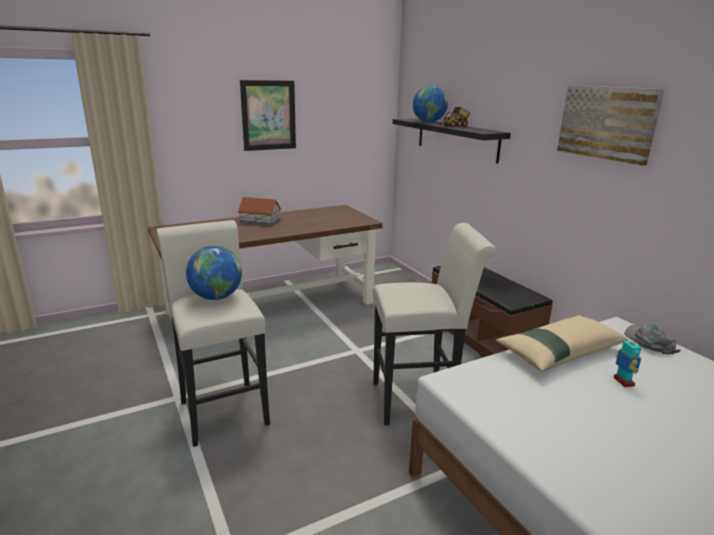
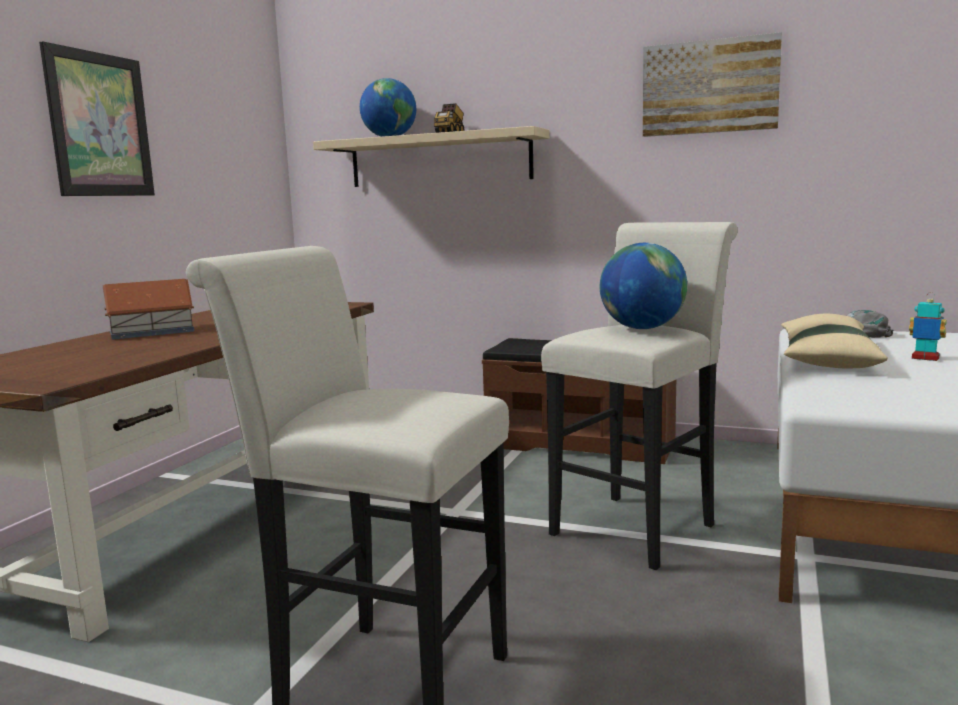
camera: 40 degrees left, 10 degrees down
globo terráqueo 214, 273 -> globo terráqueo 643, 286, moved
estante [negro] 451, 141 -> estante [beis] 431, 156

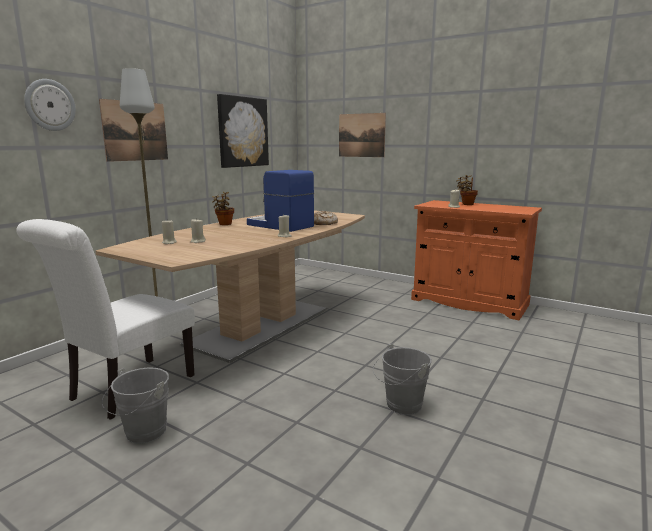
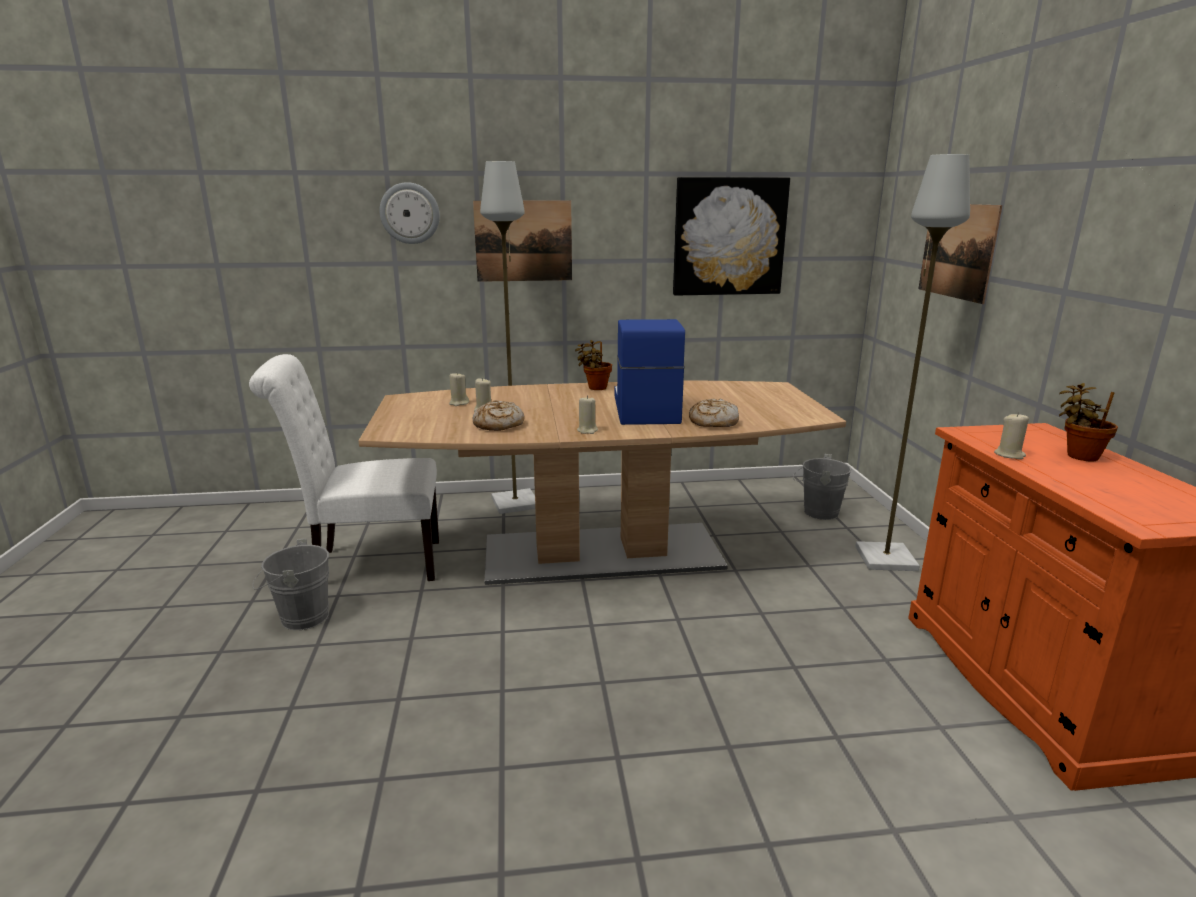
camera: 50 degrees right, 5 degrees up
cubo [gris] 402, 379 -> cubo [gris] 822, 487, moved
none -> pan 499, 415
none -> lámpara de pie [gris] 912, 362

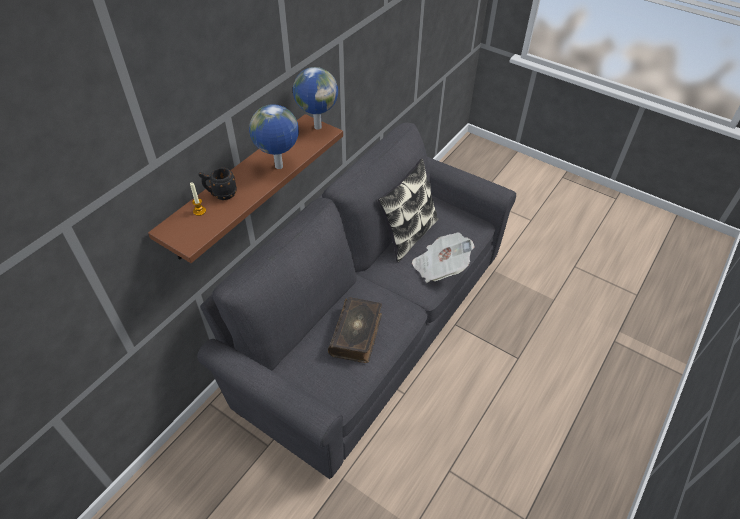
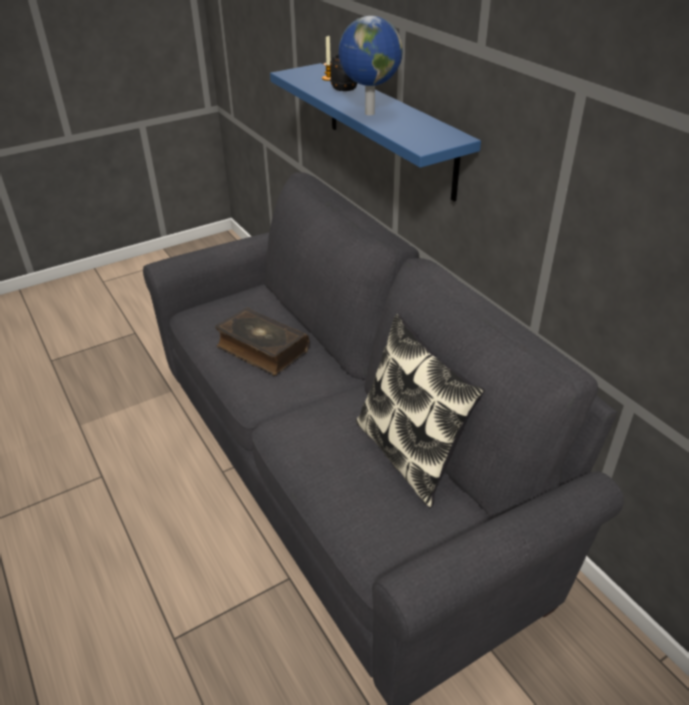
camera: 115 degrees right, 10 degrees down
estante [marrón] 245, 188 -> estante [azul] 375, 132
globo terráqueo 315, 98 -> none
periódico 443, 258 -> none

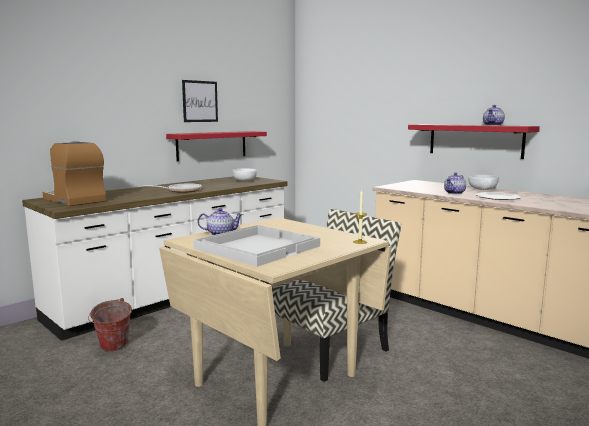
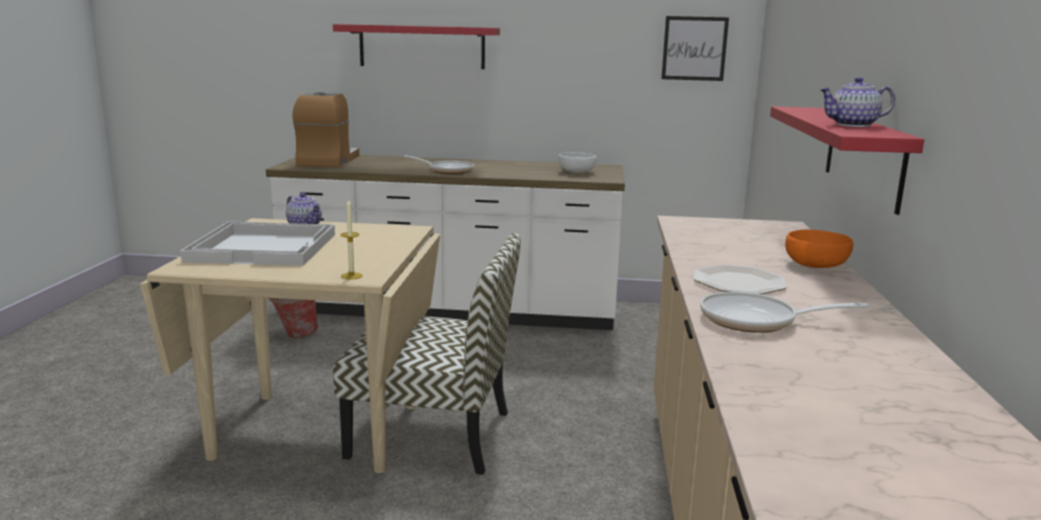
camera: 50 degrees right, 5 degrees up
estante [rojo] 216, 146 -> estante [rojo] 416, 46, moved
cuadro 200, 101 -> cuadro 695, 48, moved
tetera 455, 183 -> none
cuenco [blanco] 483, 182 -> cuenco [naranja] 819, 249
none -> sartén 784, 312

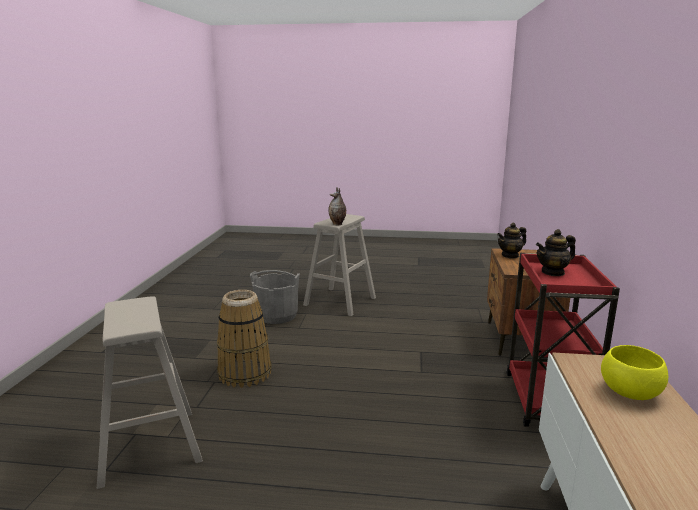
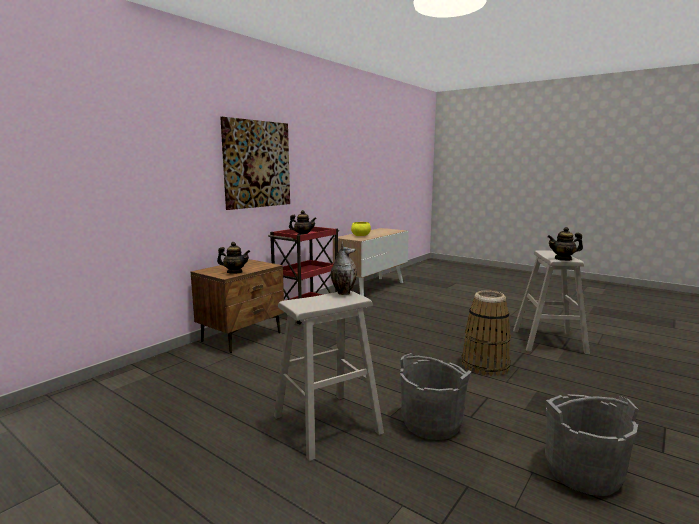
camera: 150 degrees left, 5 degrees down
none -> cuadro 255, 163
none -> cubo [gris] 592, 445
none -> tetera 565, 244

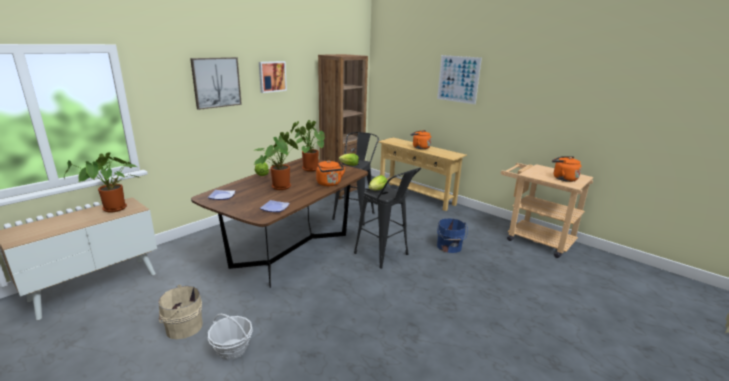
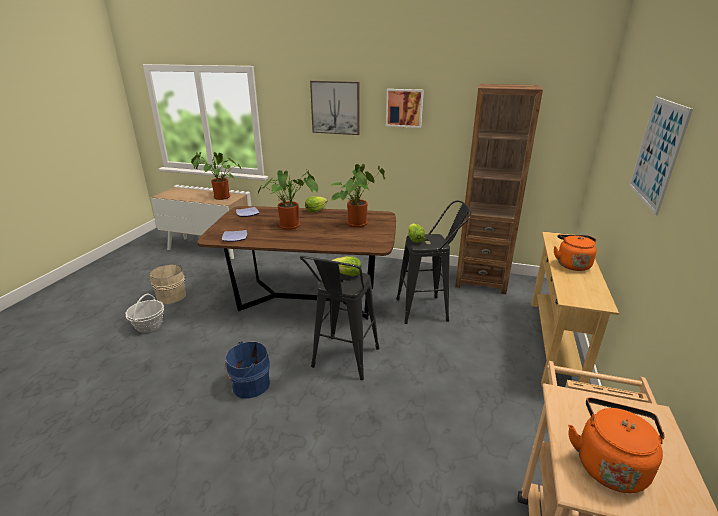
camera: 65 degrees right, 5 degrees up
hervidor [naranja] 331, 173 -> none
cubo [azul] 452, 235 -> cubo [azul] 247, 370, moved

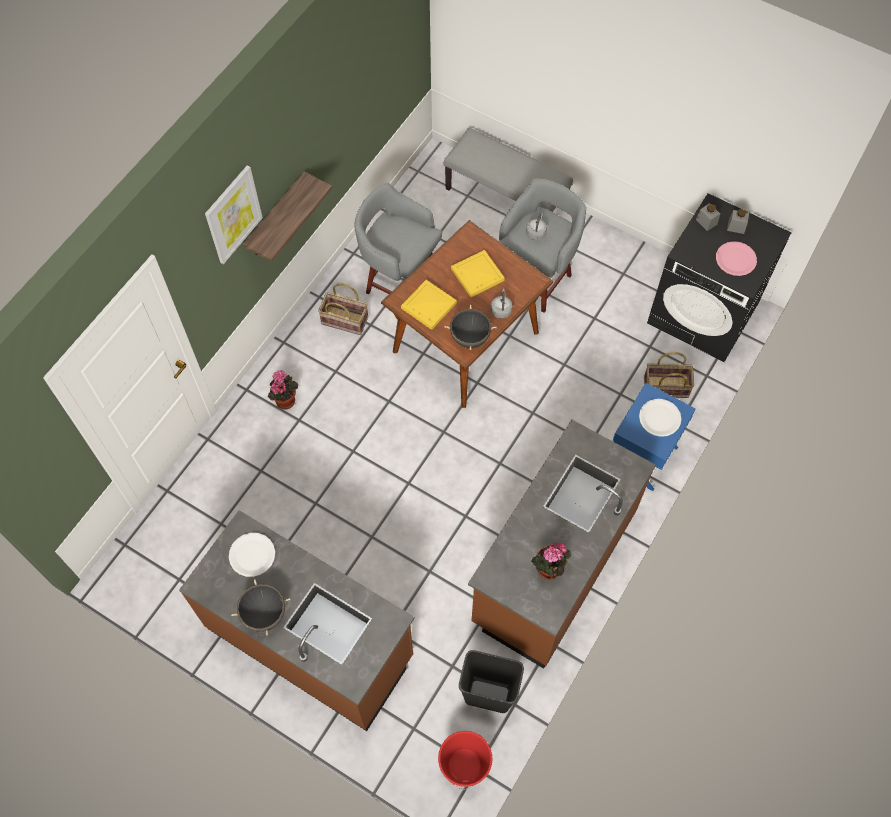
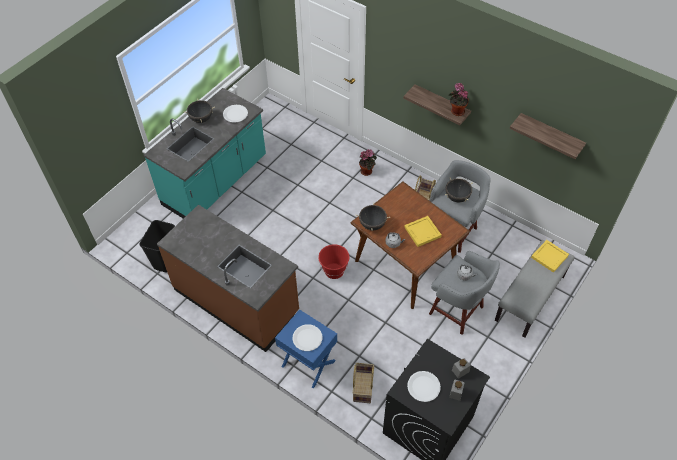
camera: 95 degrees right, 10 degrees down
mueble bajo de cocina [marrón] 297, 620 -> mueble bajo de cocina [turquesa] 205, 153
cuadro 234, 214 -> none
bandeja [amarillo] 429, 305 -> bandeja [amarillo] 550, 256, moved
cubo [rojo] 465, 760 -> cubo [rojo] 334, 261, moved
planta en maceta 551, 561 -> planta en maceta 459, 99, moved
plato [rosa] 736, 258 -> plato [blanco] 424, 386
none -> olla [negro] 459, 190
none -> estante 548, 136

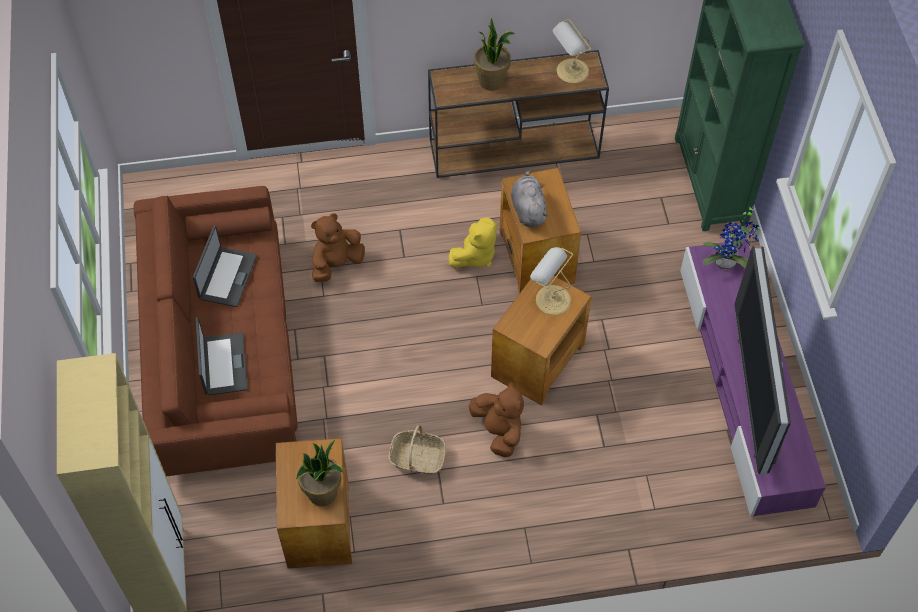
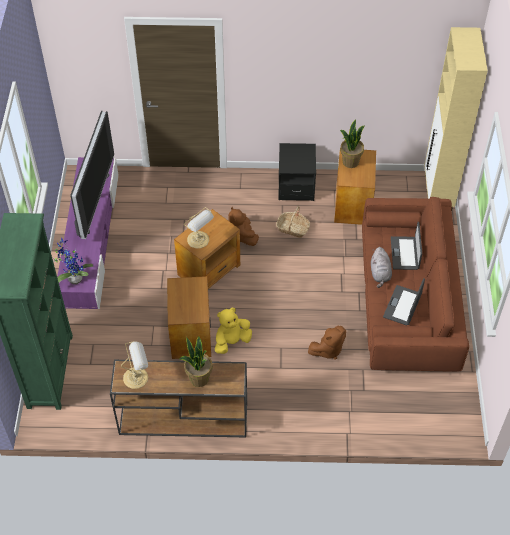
camera: 170 degrees left, 5 degrees down
peluche [gris] 529, 198 -> peluche [gris] 381, 267, moved
none -> mesita de noche [negro] 297, 172

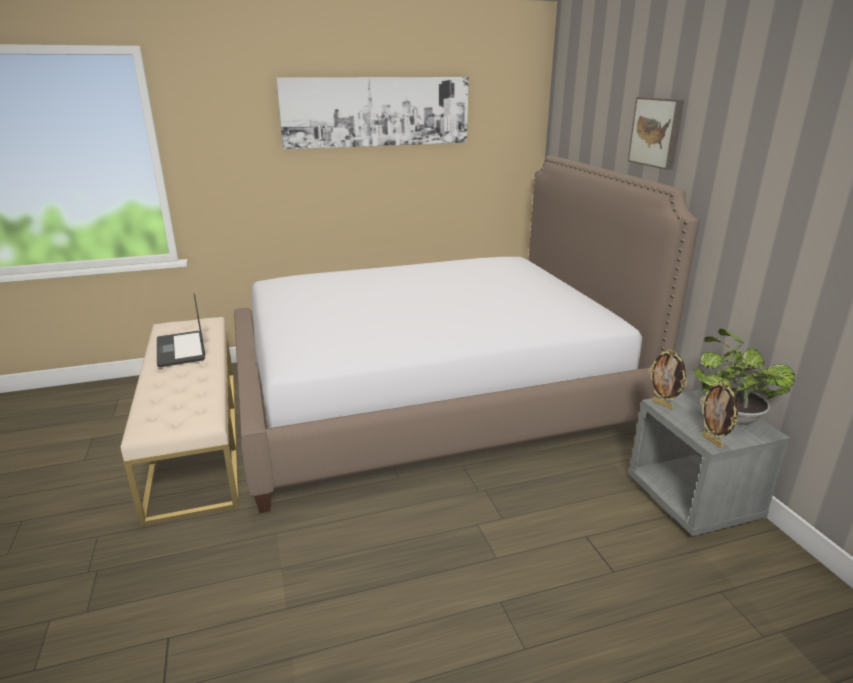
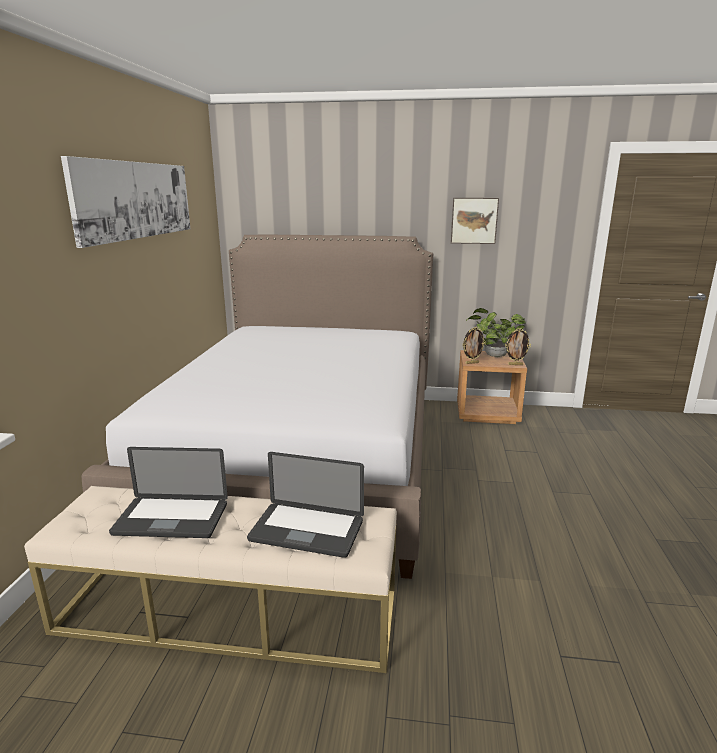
camera: 65 degrees left, 5 degrees down
cuadro 656, 133 -> cuadro 475, 221, moved
mesita de noche [gris] 709, 463 -> mesita de noche [marrón] 492, 387
none -> portátil 305, 505

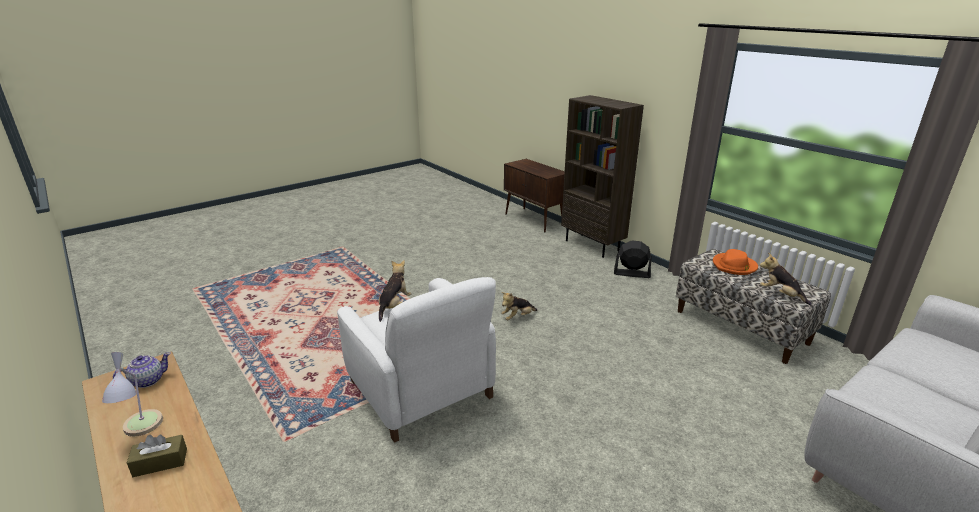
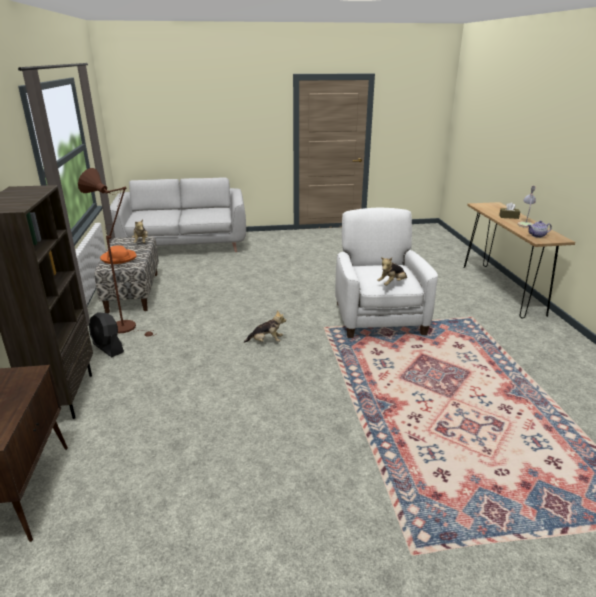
camera: 150 degrees left, 0 degrees up
none -> lámpara de pie [marrón] 117, 252

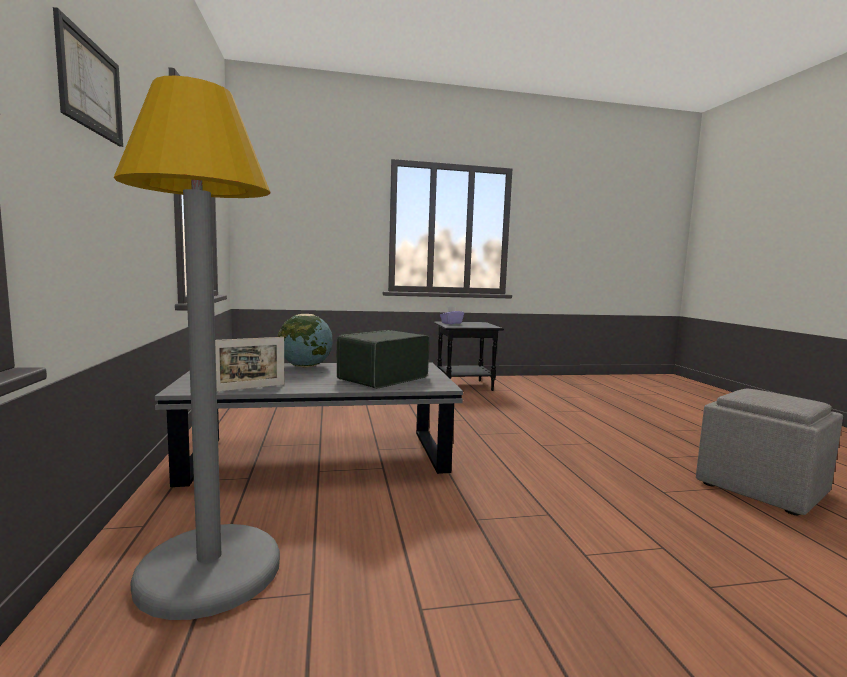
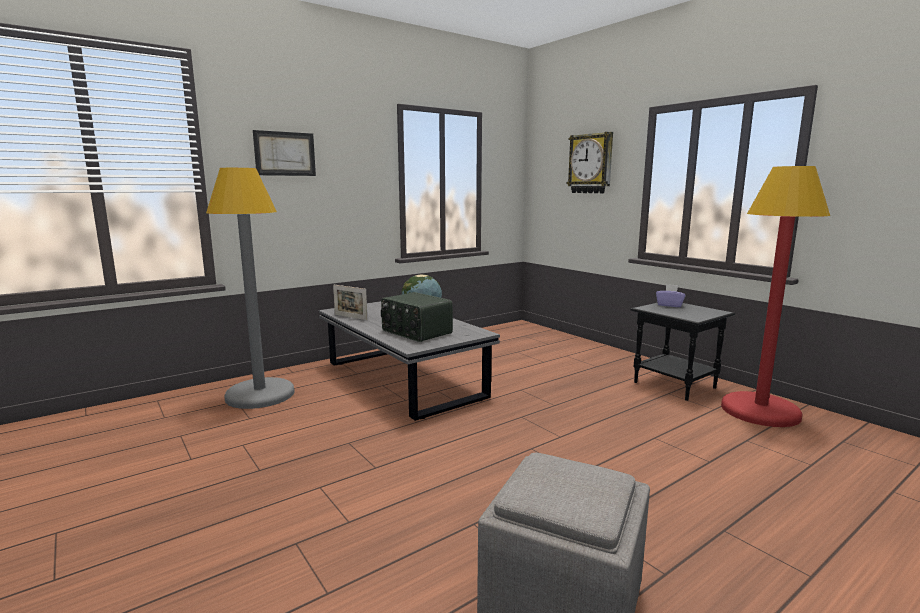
camera: 65 degrees right, 5 degrees up
radio 382, 359 -> radio 417, 317, 150 degrees counterclockwise
none -> reloj de pared 590, 162
none -> lámpara de pie [rojo] 775, 296

